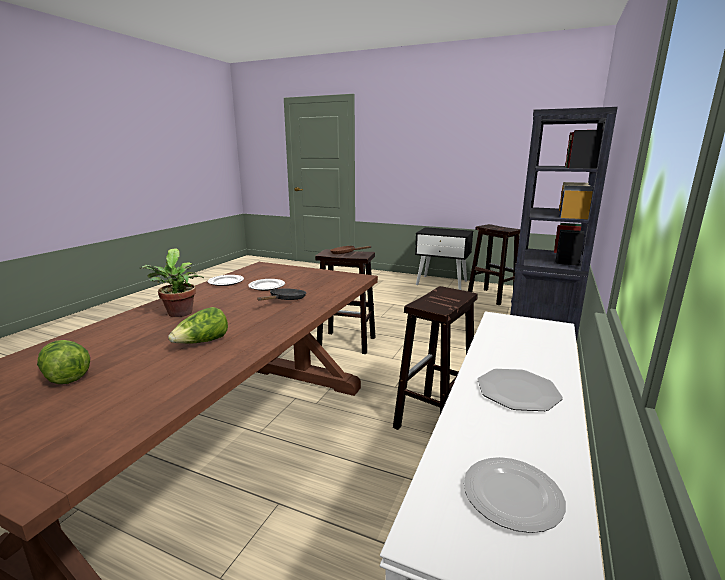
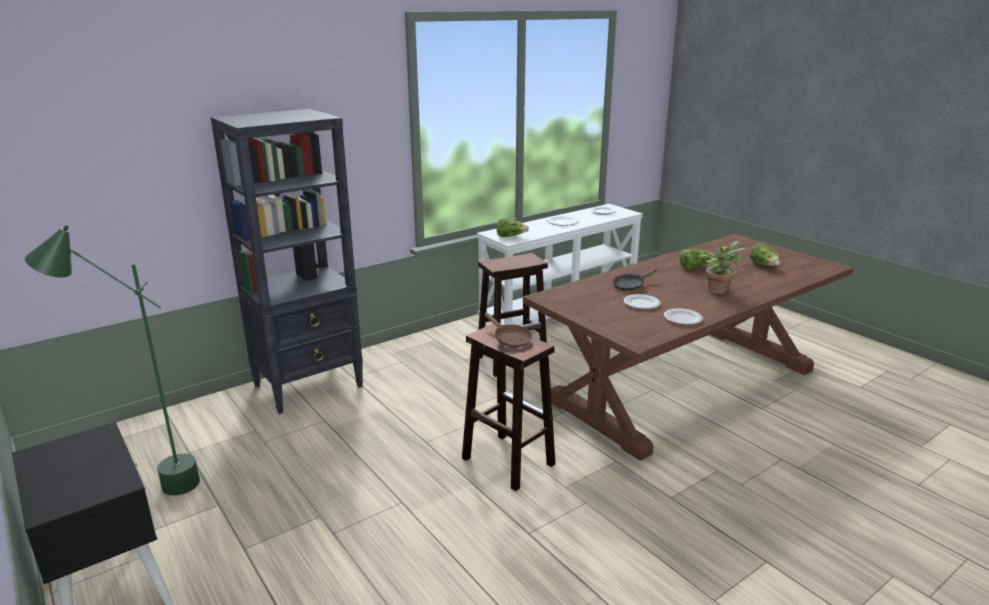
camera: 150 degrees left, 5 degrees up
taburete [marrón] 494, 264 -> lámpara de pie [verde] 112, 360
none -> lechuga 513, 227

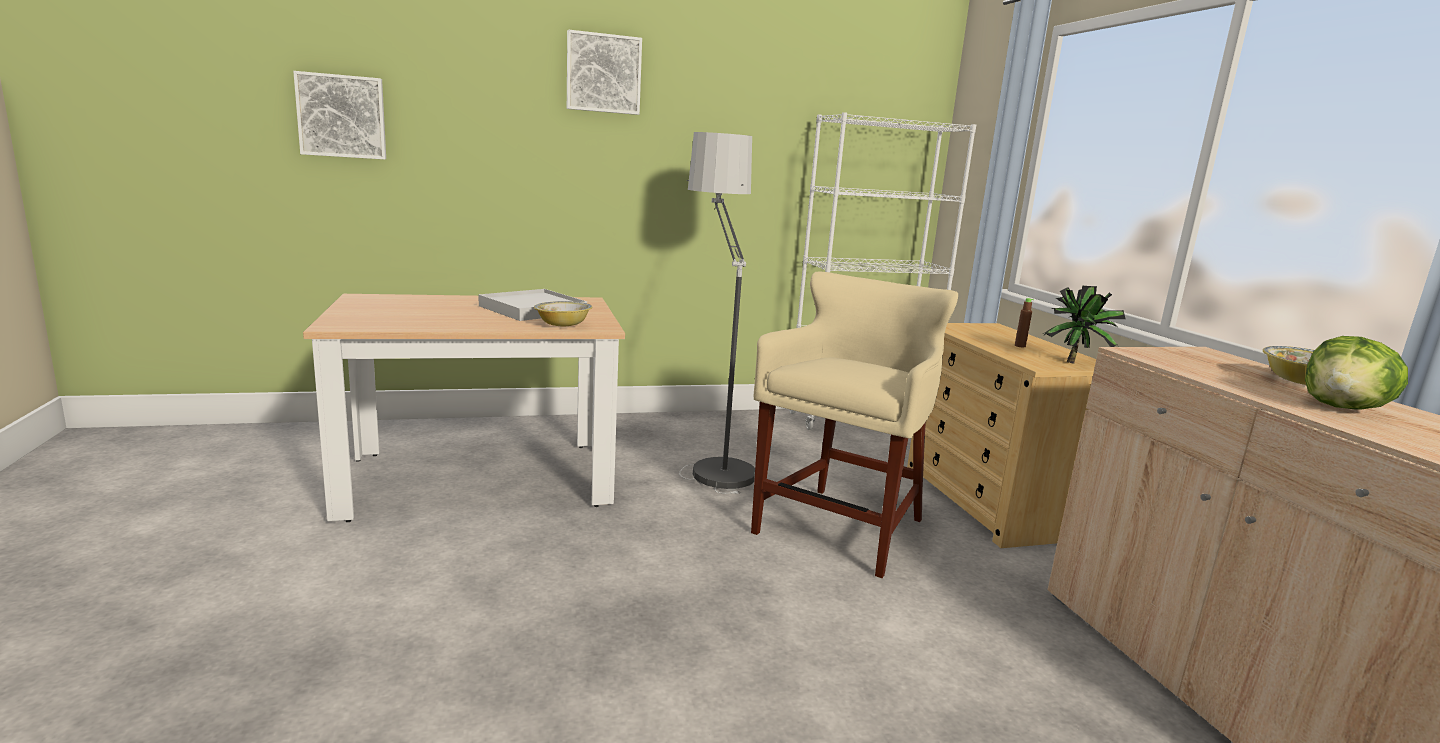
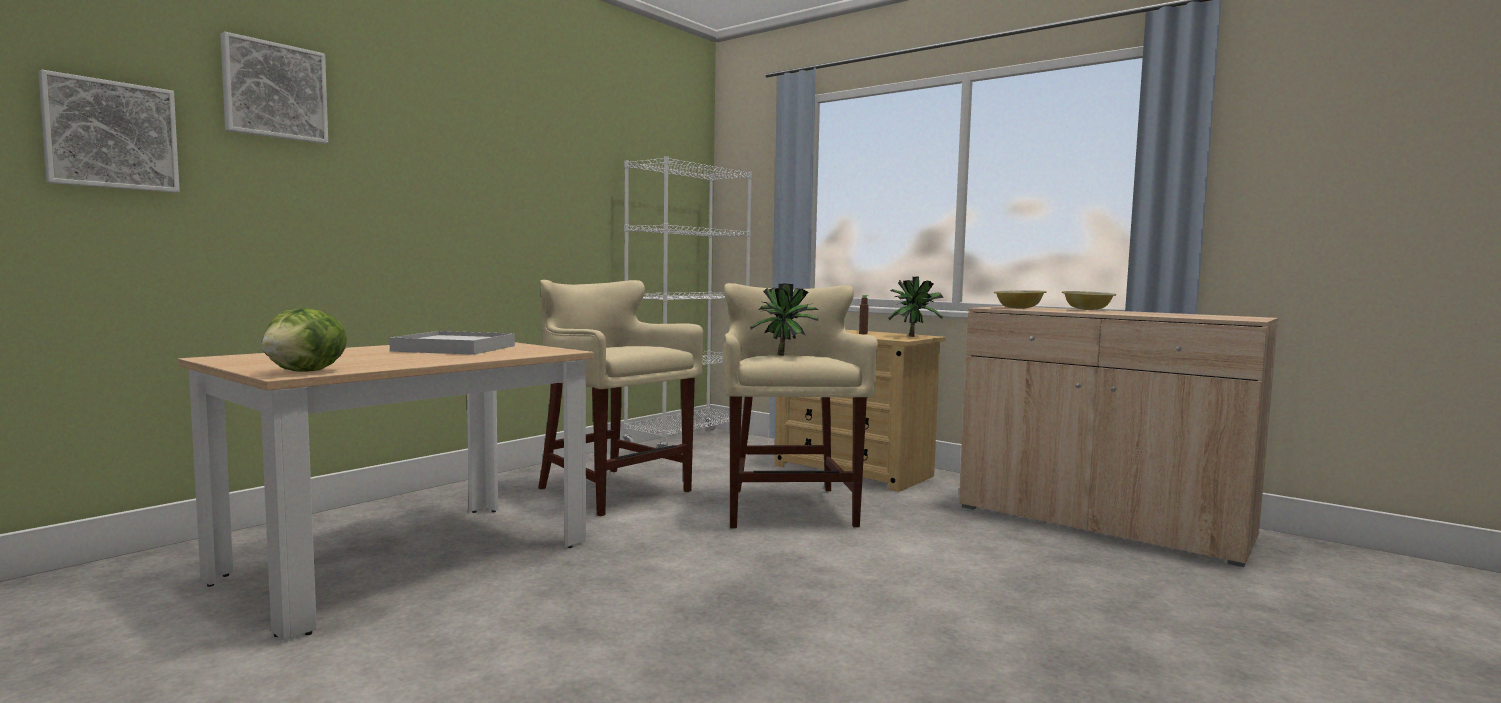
camera: 35 degrees left, 10 degrees down
cuenco 563, 313 -> cuenco 1020, 299, moved
cuadro 604, 72 -> cuadro 274, 88, moved
lámpara de pie 717, 313 -> taburete [beis] 620, 398
lechuga 1356, 373 -> lechuga 304, 340, moved
none -> planta en maceta 784, 320

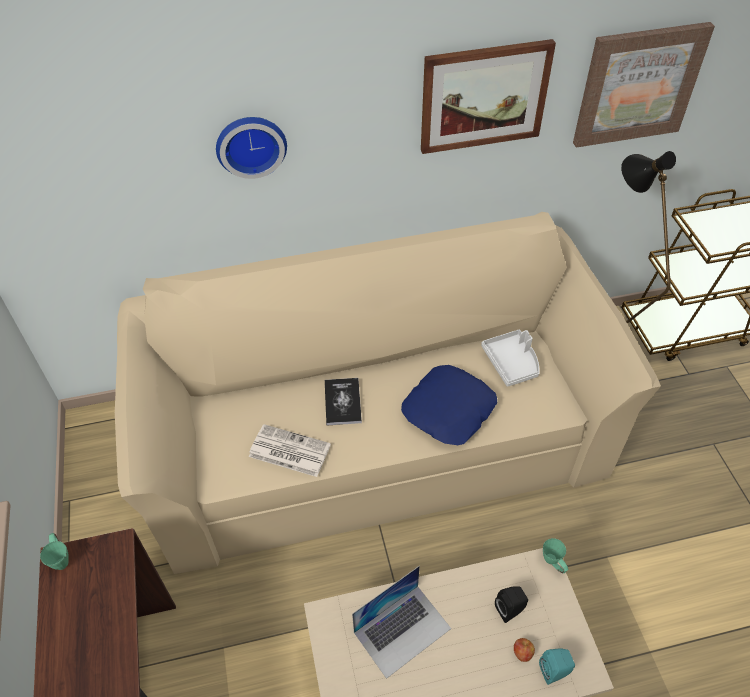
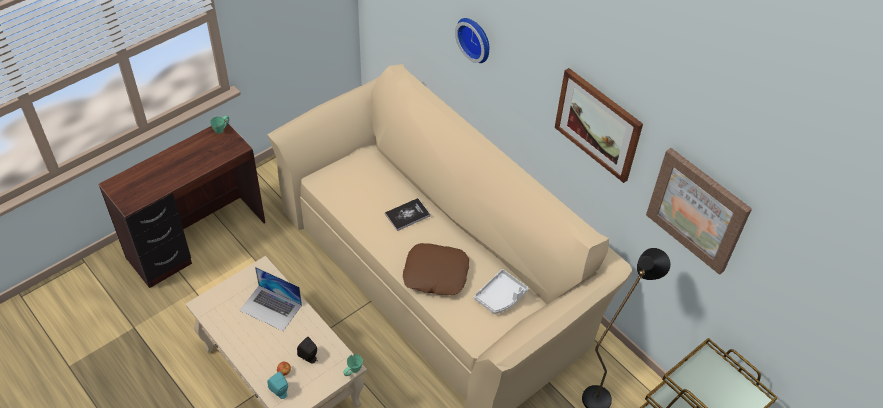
camera: 60 degrees right, 0 degrees up
periódico 289, 450 -> none
cojín [azul] 449, 405 -> cojín [marrón] 436, 269

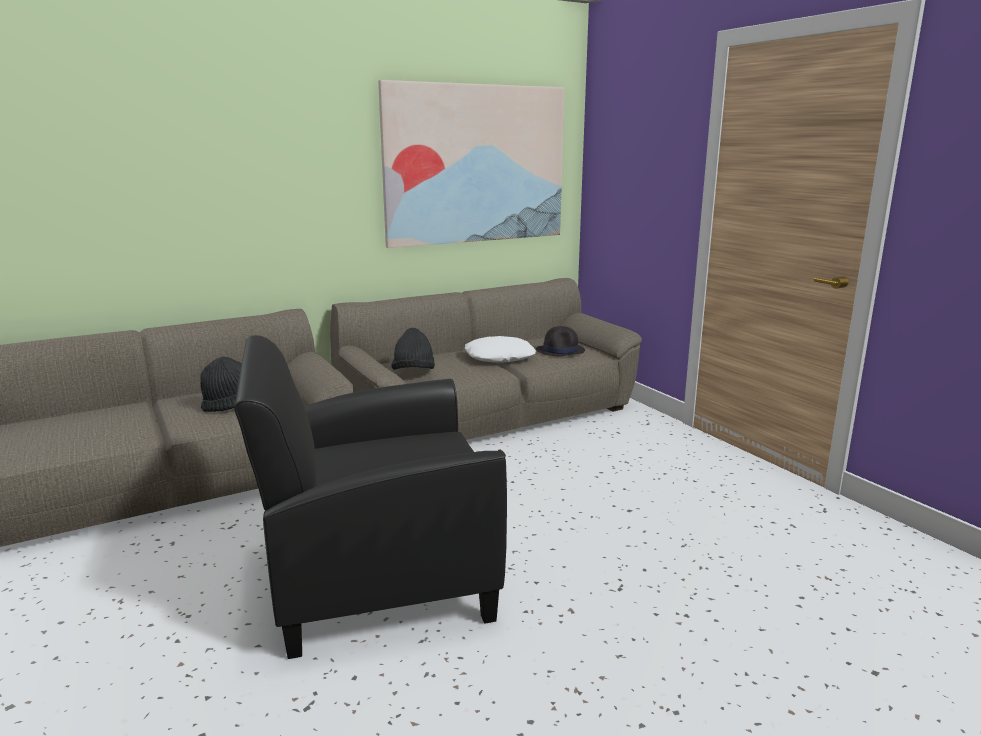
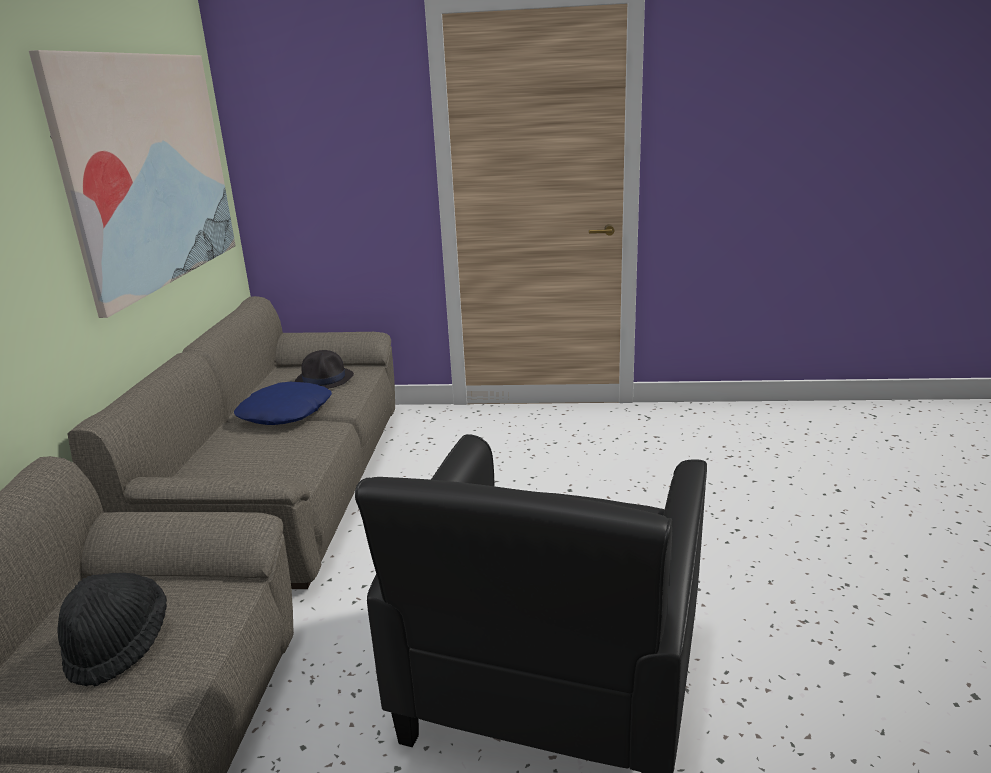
camera: 55 degrees left, 5 degrees up
sombrero [negro] 413, 348 -> none
cojín [blanco] 500, 349 -> cojín [azul] 283, 403

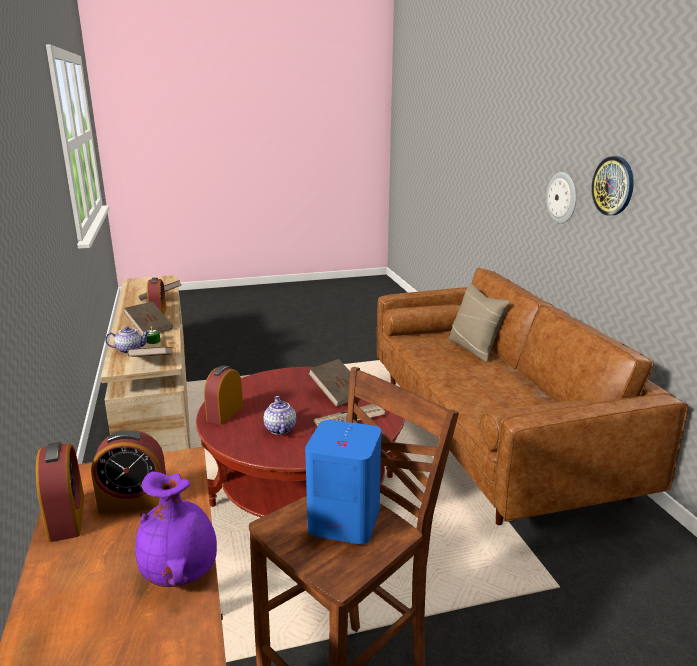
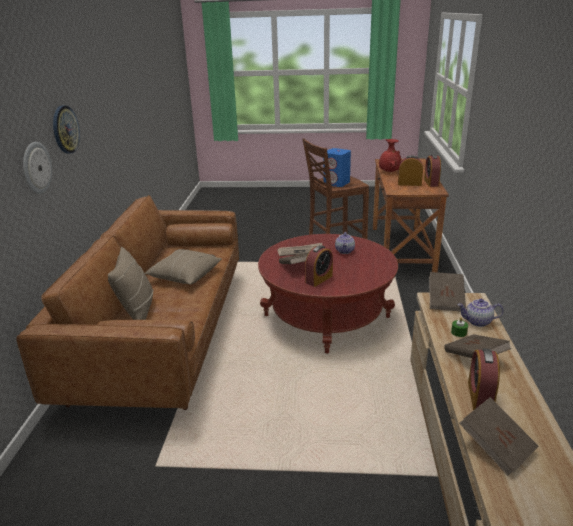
camera: 160 degrees left, 5 degrees up
florero [morado] 176, 529 -> florero [rojo] 390, 155
despertador 223, 395 -> despertador 319, 266, moved
none -> cojín [beis] 183, 267

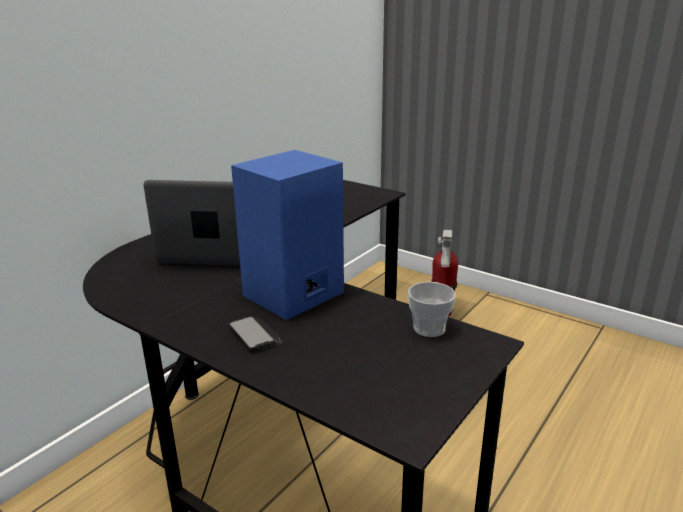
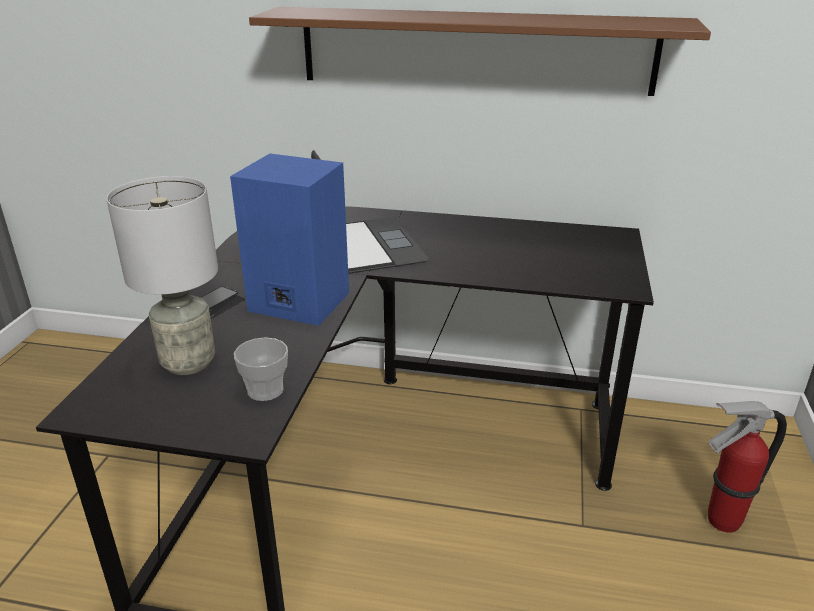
camera: 65 degrees right, 5 degrees up
none -> lámpara de mesa [gris] 162, 275
none -> estante [marrón] 480, 51

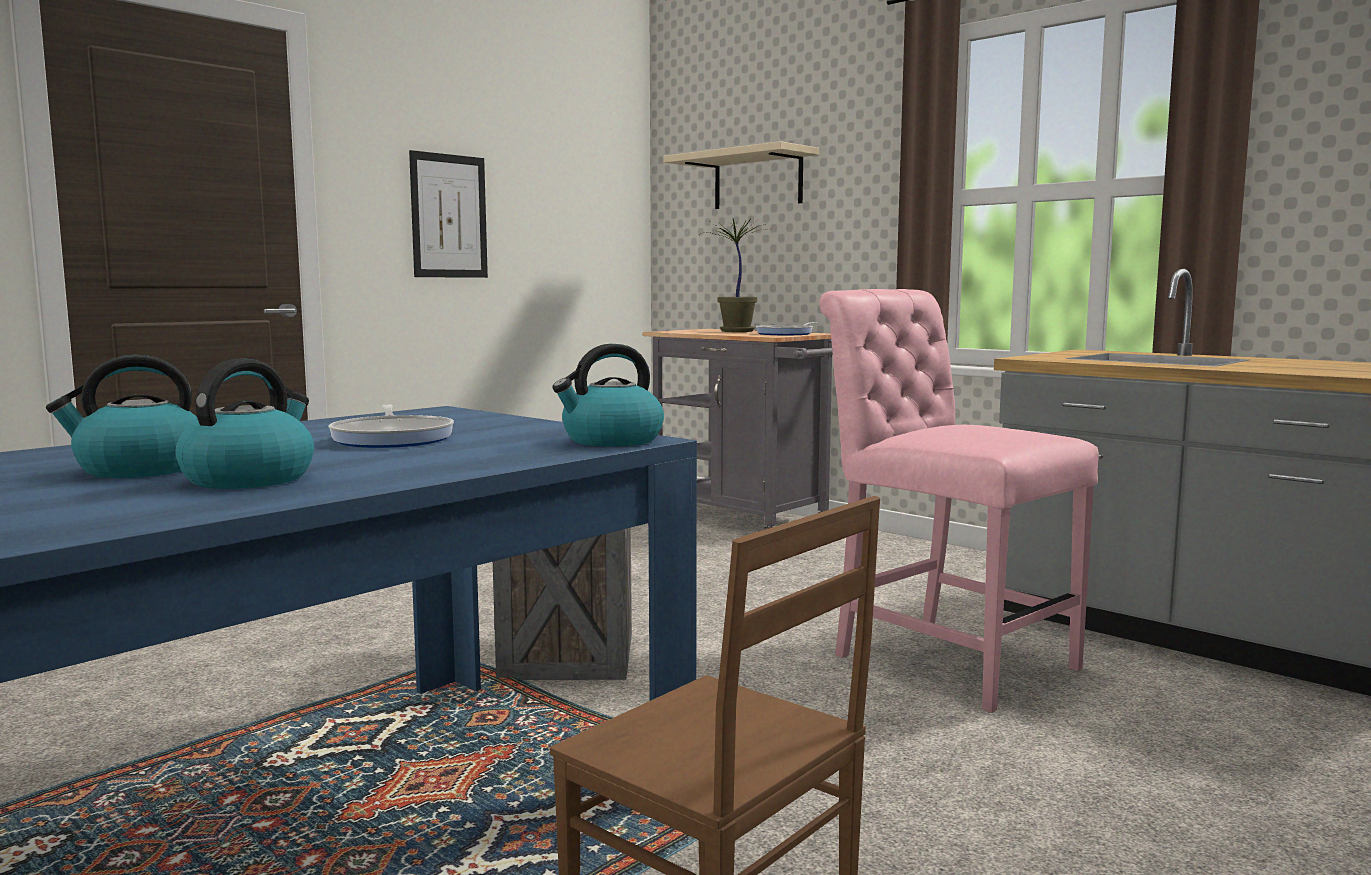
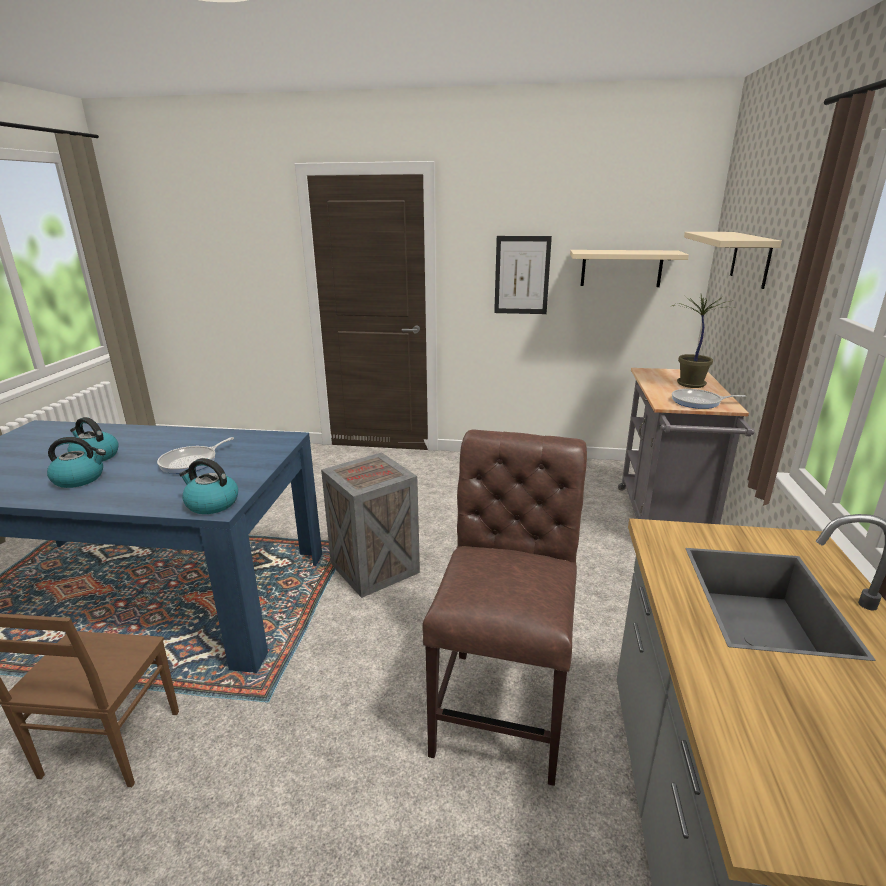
camera: 55 degrees right, 15 degrees up
silla [rosa] 959, 501 -> silla [marrón] 504, 608
none -> estante [beis] 629, 268

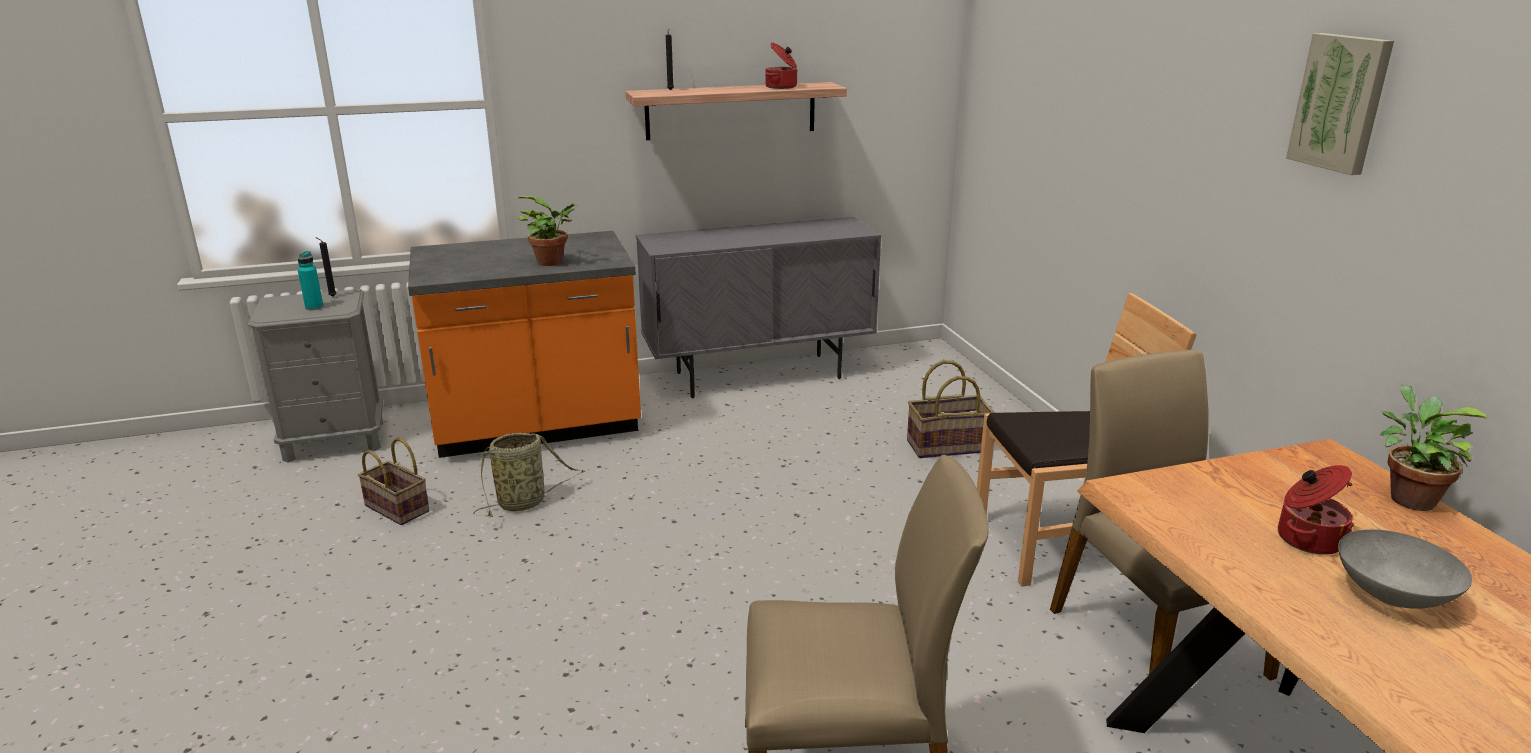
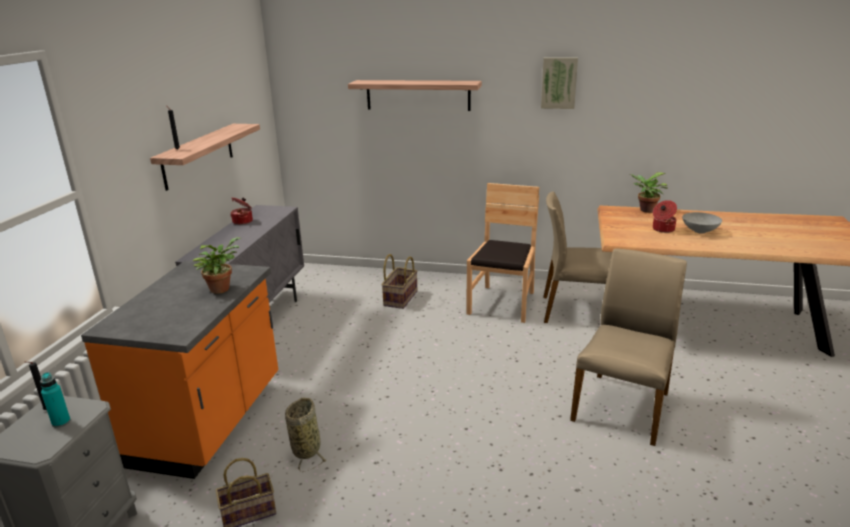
camera: 60 degrees left, 0 degrees up
olla 781, 65 -> olla 241, 211, moved
none -> estante 415, 95

